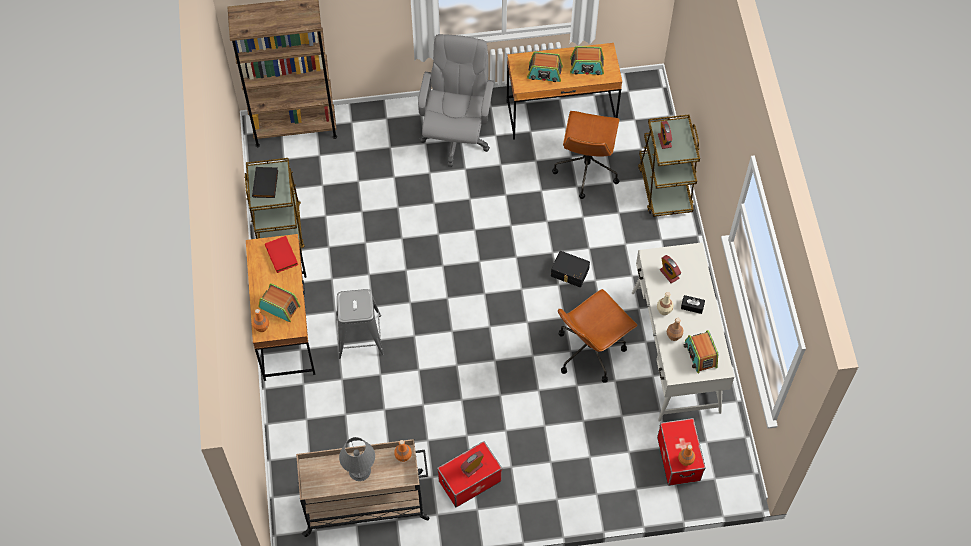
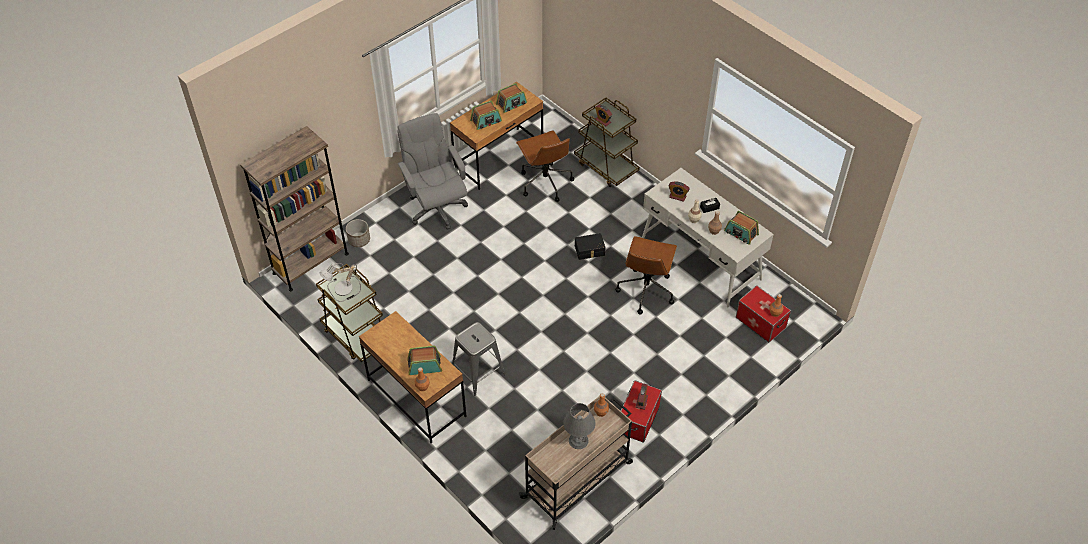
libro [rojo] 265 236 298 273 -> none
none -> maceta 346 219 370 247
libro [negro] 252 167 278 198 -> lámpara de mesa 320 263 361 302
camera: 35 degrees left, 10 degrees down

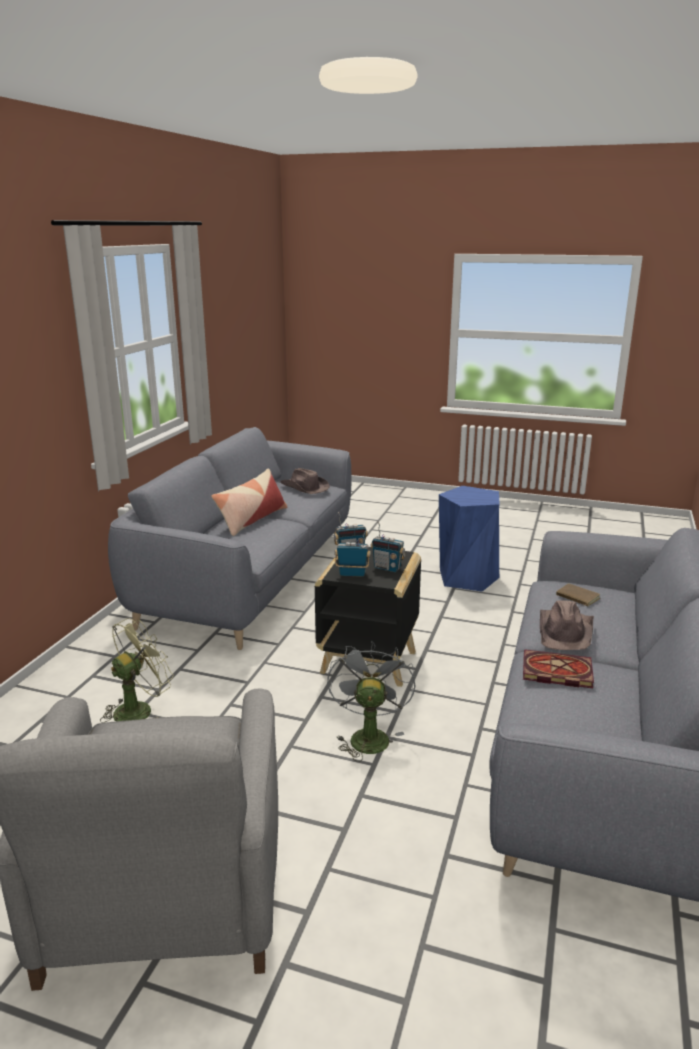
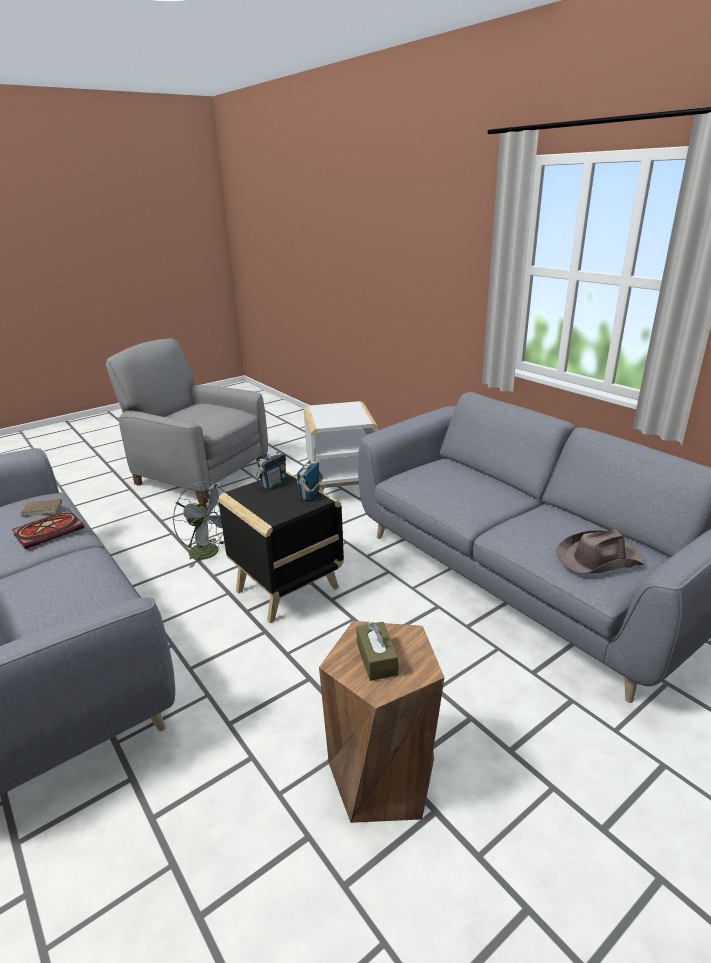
cojín 211 468 287 536 -> none
radio 371 521 406 572 -> none
sombrero [marrón] 540 600 594 650 -> none
none -> caja de pañuelos [marrón] 356 622 399 681
libro [marrón] 556 583 600 606 -> libro [marrón] 20 499 62 517, move
ventilador [verde] 100 618 174 723 -> mesa auxiliar [blanco] 304 401 379 492
taburete [azul] 439 486 500 592 -> taburete [marrón] 319 621 445 823
camera: 125 degrees right, 5 degrees up

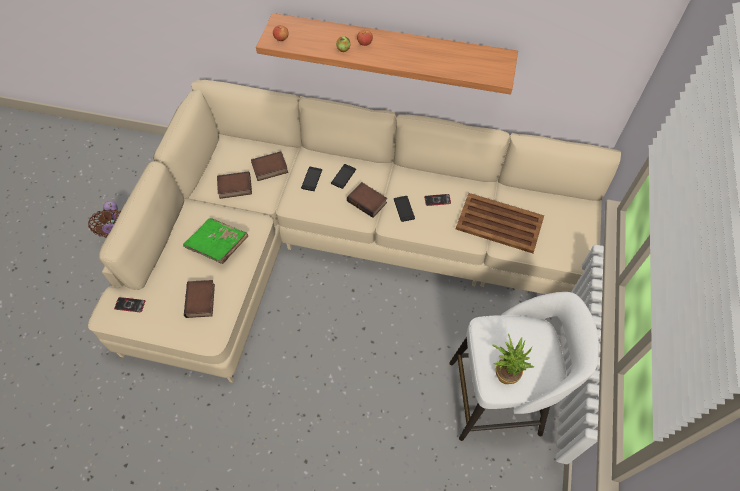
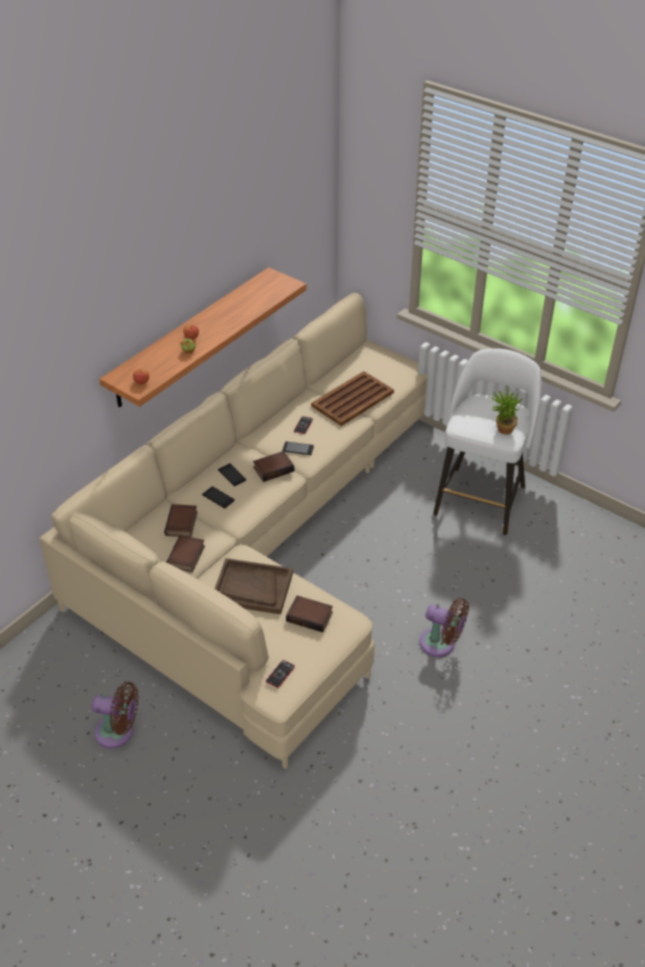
none -> ventilador [marrón] 420 598 469 657
libro [verde] 183 218 248 264 -> bandeja [marrón] 215 558 293 614
camera: 65 degrees left, 15 degrees down

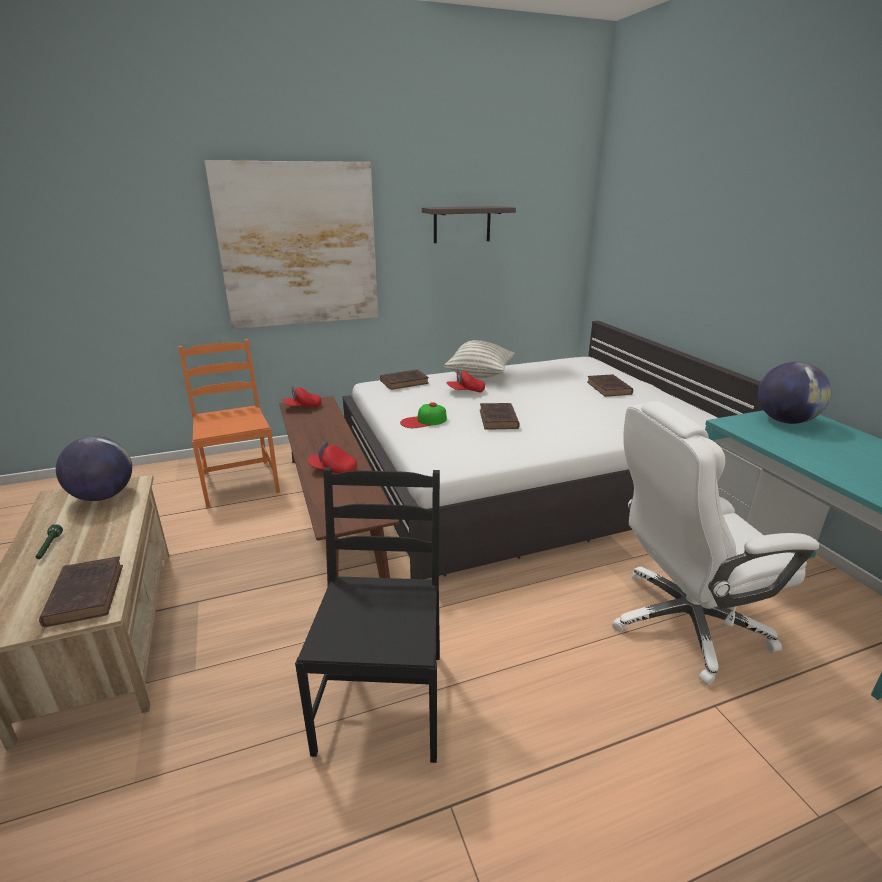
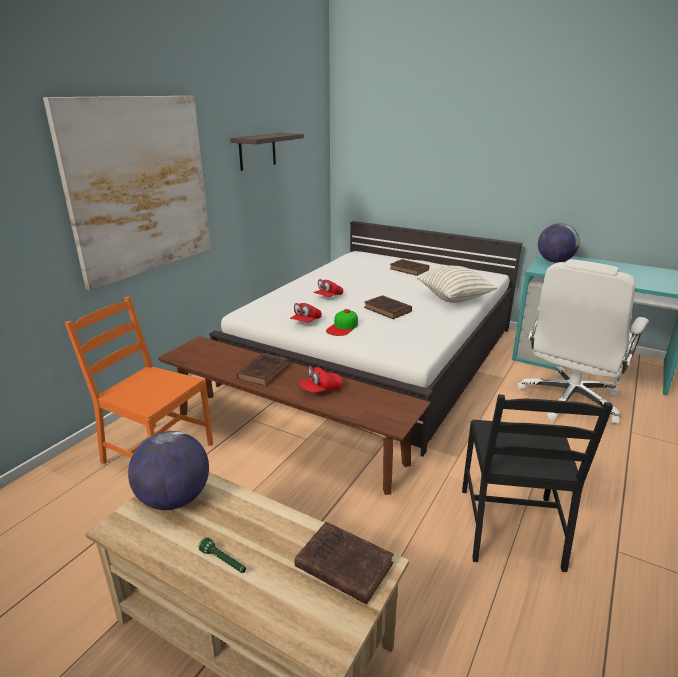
gorra [rojo] 282 386 321 407 -> gorra [rojo] 290 303 322 322, move
libro [marrón] 380 369 429 390 -> libro [marrón] 236 353 289 386, move
cojín 444 340 515 378 -> cojín 417 266 497 303, move
silla [negro] 295 467 440 763 -> silla [negro] 462 394 613 572, 135 degrees counterclockwise
camera: 40 degrees left, 0 degrees up

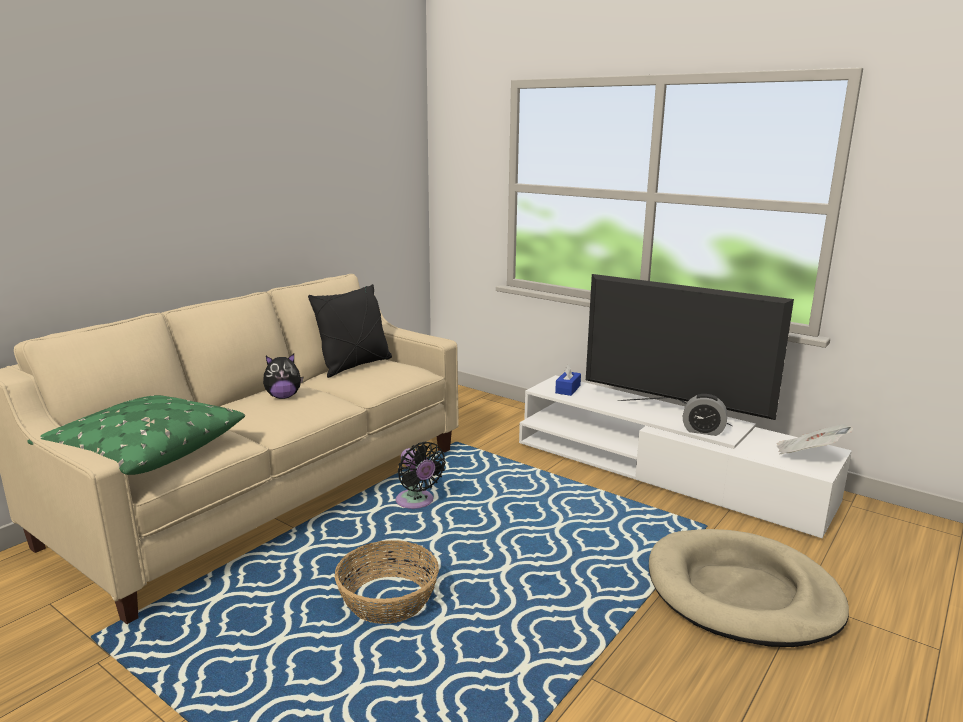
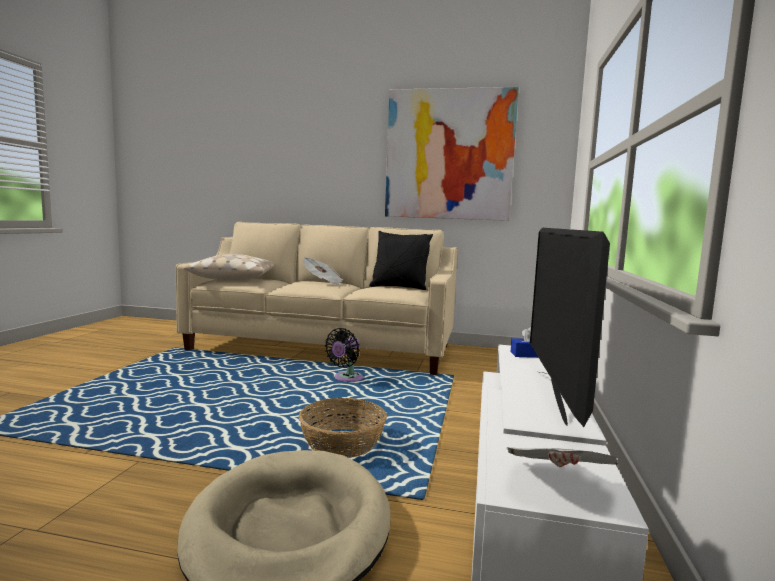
despertador 683 394 727 436 -> none
none -> cuadro 385 87 519 221
cesta 335 540 439 624 -> cesta 298 398 387 458, move
peluche 263 354 303 399 -> periódico 302 257 343 285
cojín [verde] 27 395 245 475 -> cojín [beis] 183 254 274 281
camera: 65 degrees right, 10 degrees down

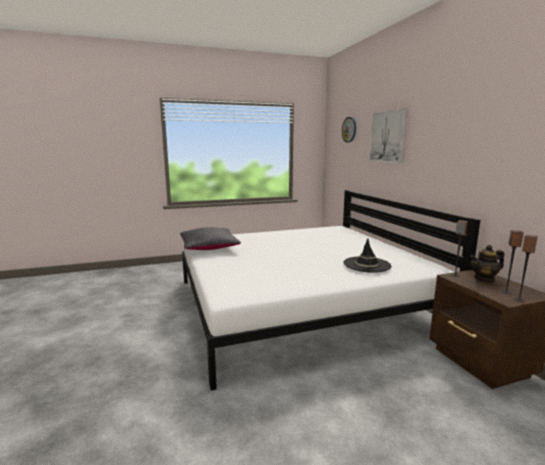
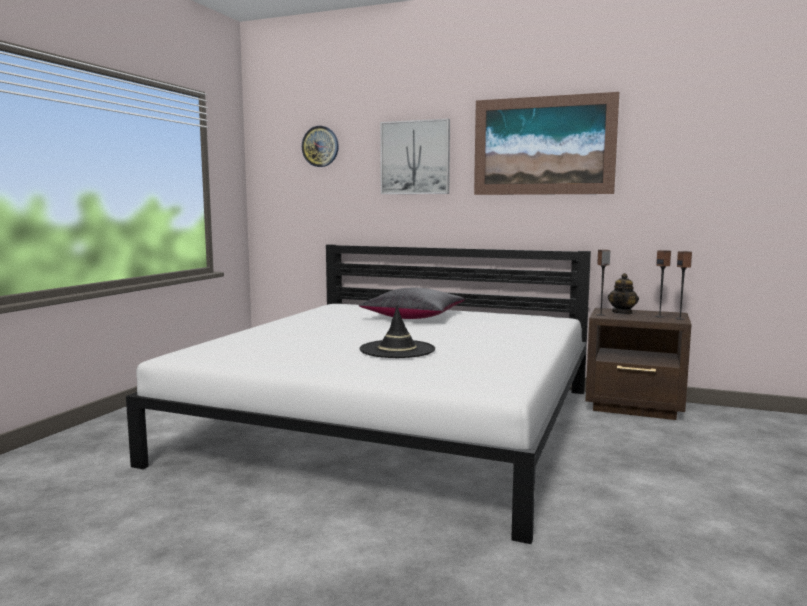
none -> cuadro 474 92 619 195
cojín [negro] 180 227 241 250 -> cojín [negro] 359 288 465 319, move
sombrero [negro] 343 238 392 273 -> sombrero [negro] 360 305 435 358, move
camera: 50 degrees left, 5 degrees down

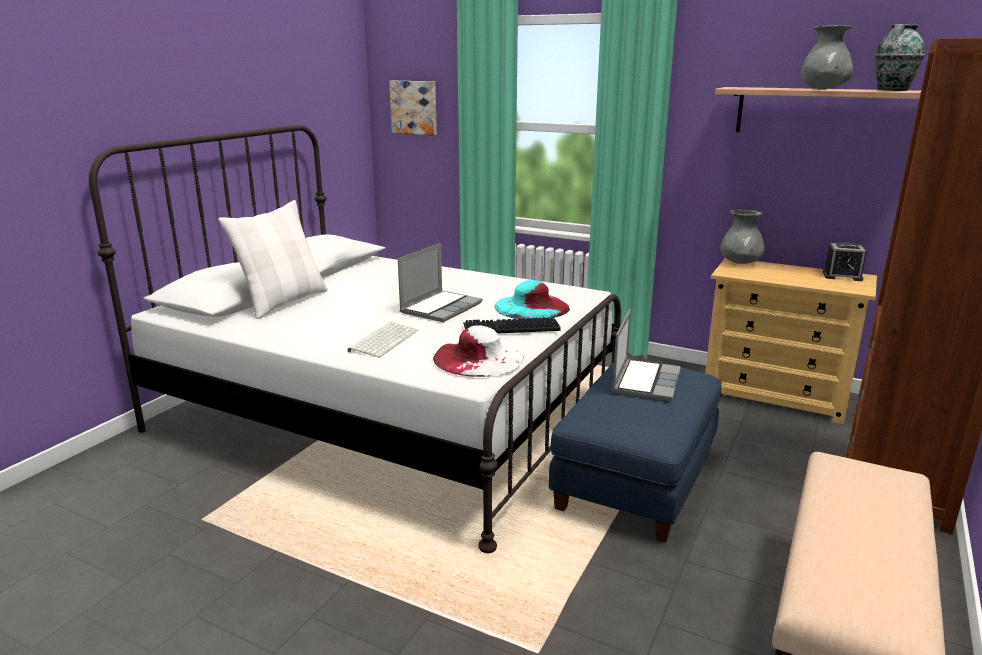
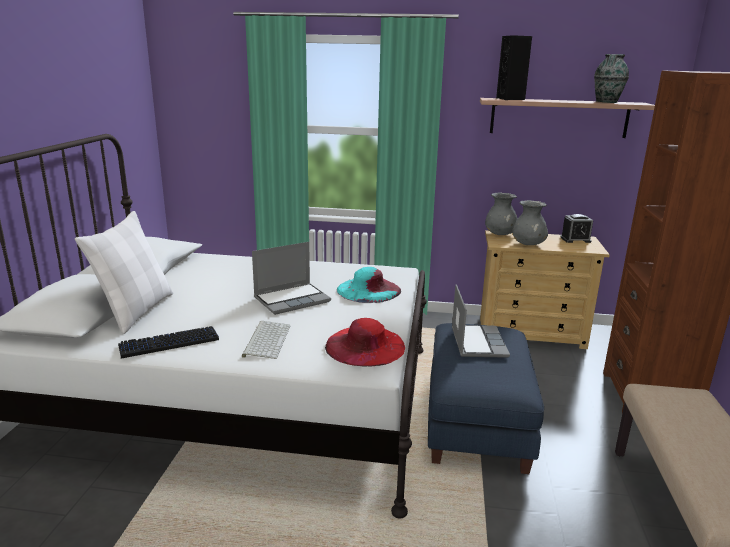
cuadro 389 81 437 135 -> none
none -> altavoz [negro] 496 35 532 100
teclado 463 317 561 333 -> teclado 118 326 219 359, move
florero [gris] 801 25 853 89 -> florero [gris] 513 200 548 245, move
sombrero [blanco] 433 325 524 377 -> sombrero [rojo] 325 318 405 367
portátil 398 243 483 322 -> portátil 252 242 331 315, 45 degrees clockwise
camera: 20 degrees left, 0 degrees up

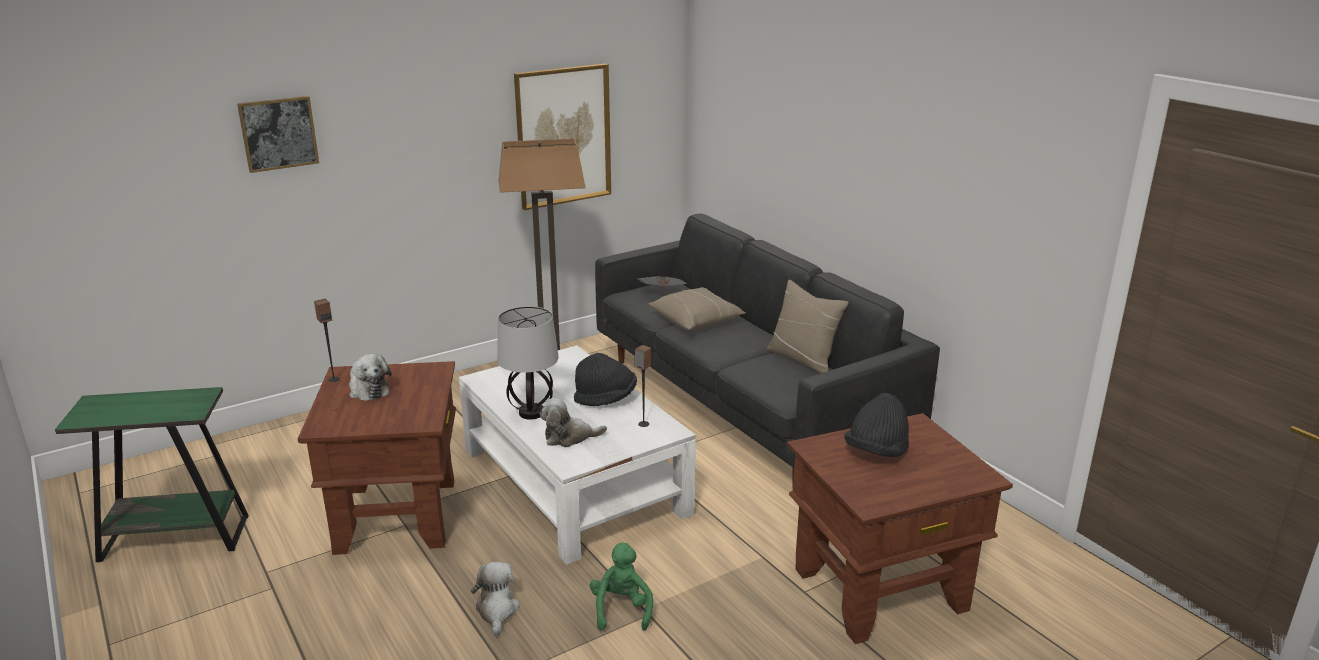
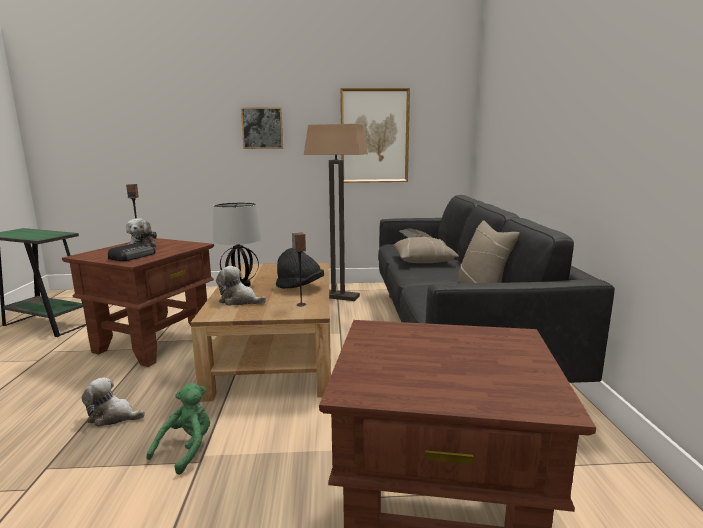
sombrero [negro] 844 393 909 457 -> none
none -> radio 107 243 156 261
cuadro 237 96 319 173 -> cuadro 241 107 283 149, move
mesa de centro [blanco] 459 345 696 564 -> mesa de centro [marrón] 191 262 331 402
peluche 471 561 520 636 -> peluche 81 377 145 427, 105 degrees counterclockwise
camera: 30 degrees right, 10 degrees down

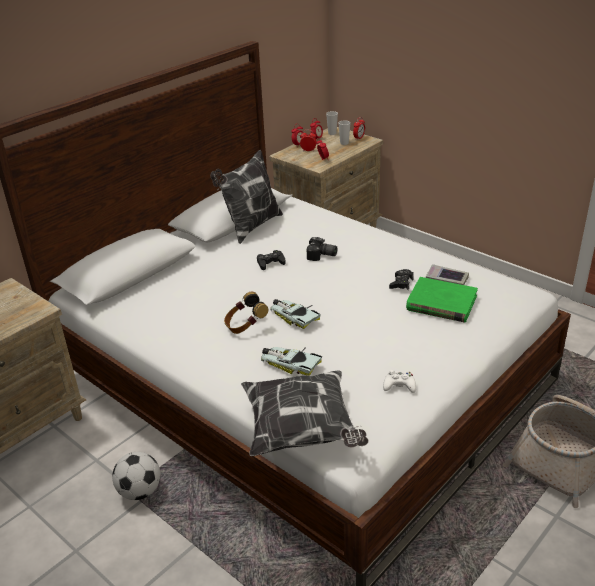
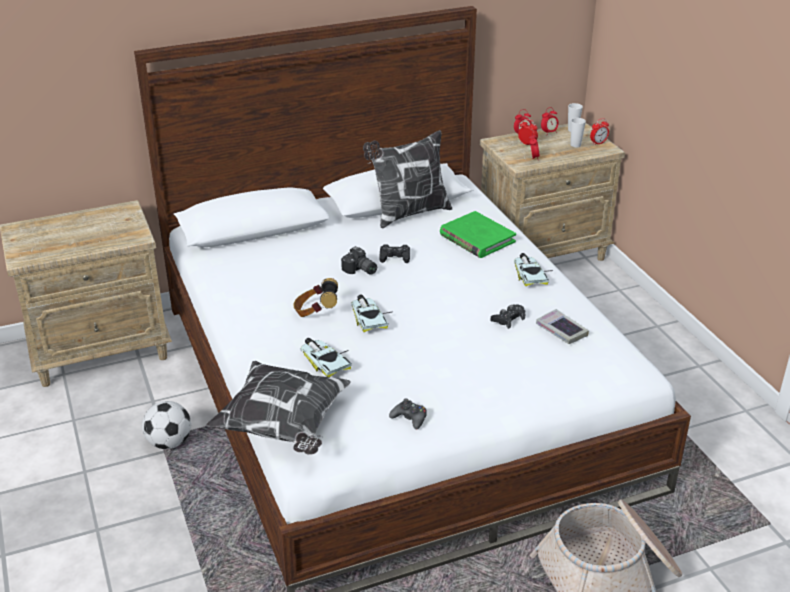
none -> coche de juguete 514 253 553 286
cámara 307 237 338 261 -> cámara 341 246 377 275, move
libro [verde] 406 277 478 323 -> libro [verde] 440 211 516 258, move
mando de consola [blanco] 383 370 416 393 -> mando de consola [negro] 389 398 427 430
camera: 25 degrees right, 0 degrees up

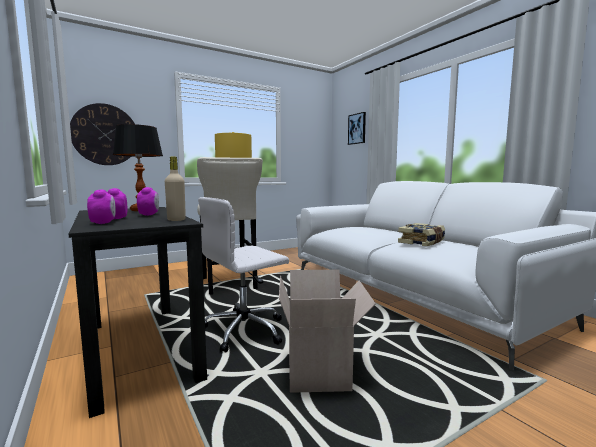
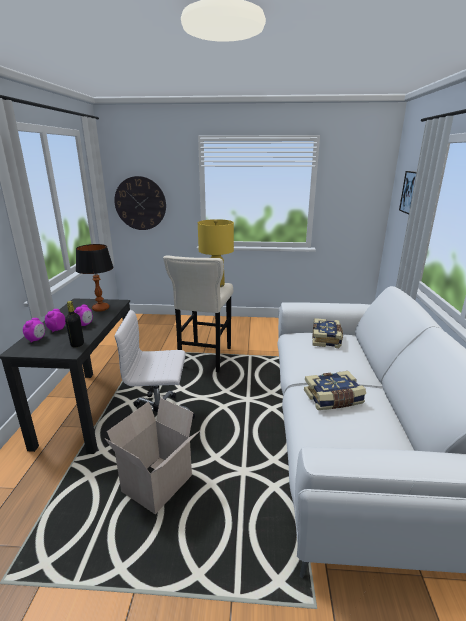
none -> libro 312 318 343 348
botella [beis] 165 156 186 221 -> botella [negro] 65 301 84 347
camera: 35 degrees right, 15 degrees up

